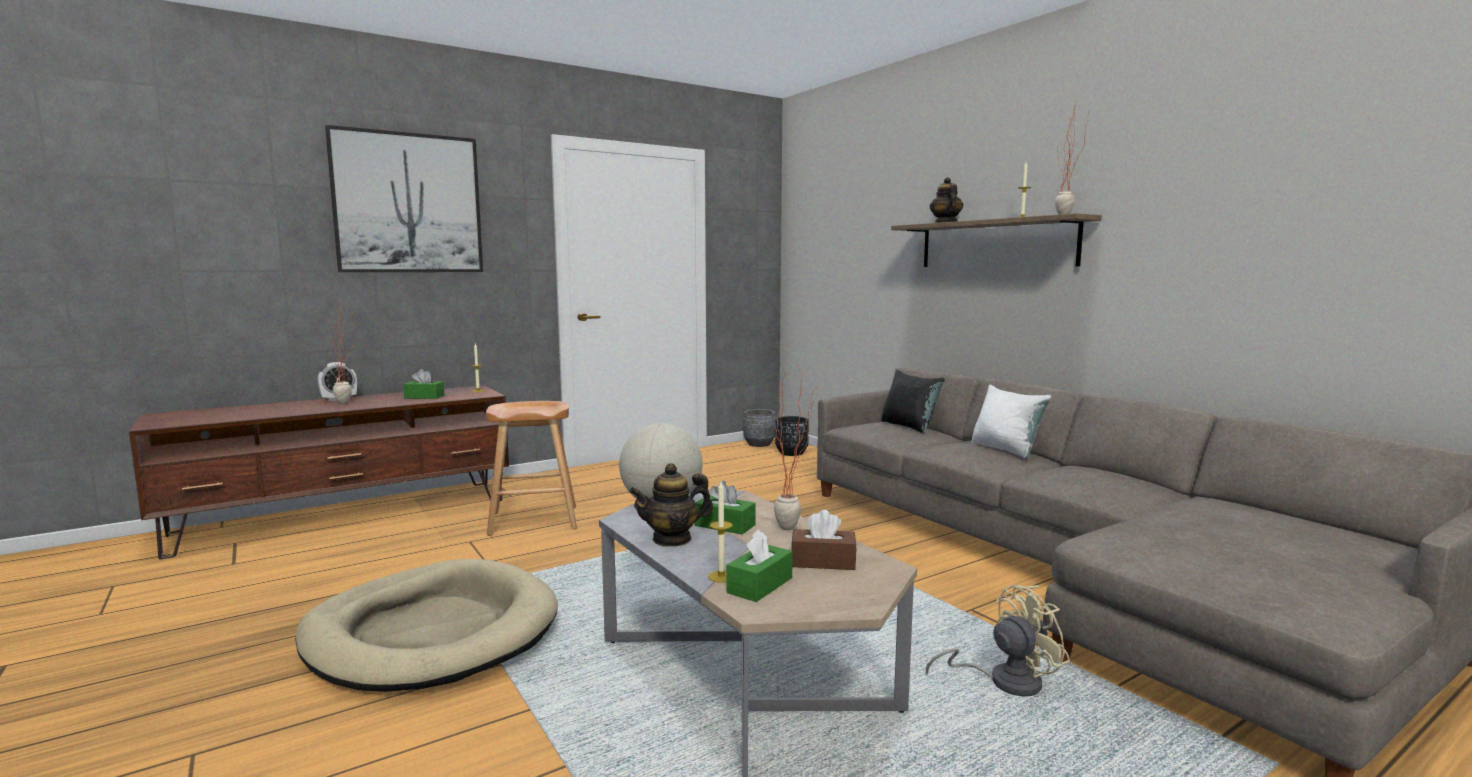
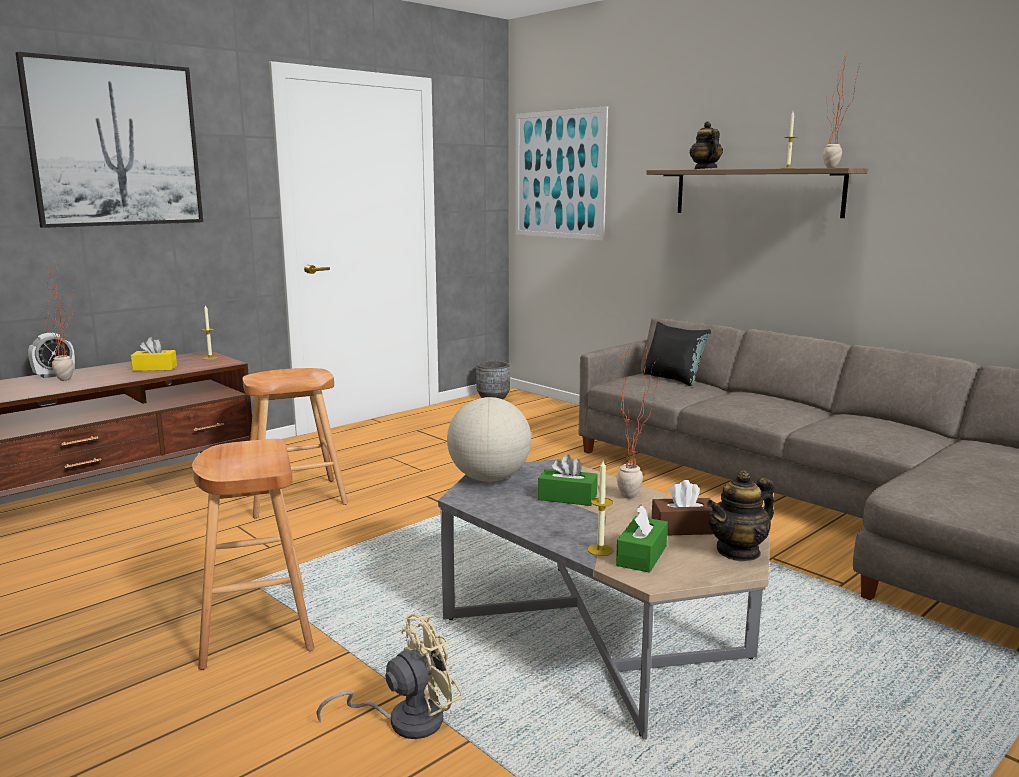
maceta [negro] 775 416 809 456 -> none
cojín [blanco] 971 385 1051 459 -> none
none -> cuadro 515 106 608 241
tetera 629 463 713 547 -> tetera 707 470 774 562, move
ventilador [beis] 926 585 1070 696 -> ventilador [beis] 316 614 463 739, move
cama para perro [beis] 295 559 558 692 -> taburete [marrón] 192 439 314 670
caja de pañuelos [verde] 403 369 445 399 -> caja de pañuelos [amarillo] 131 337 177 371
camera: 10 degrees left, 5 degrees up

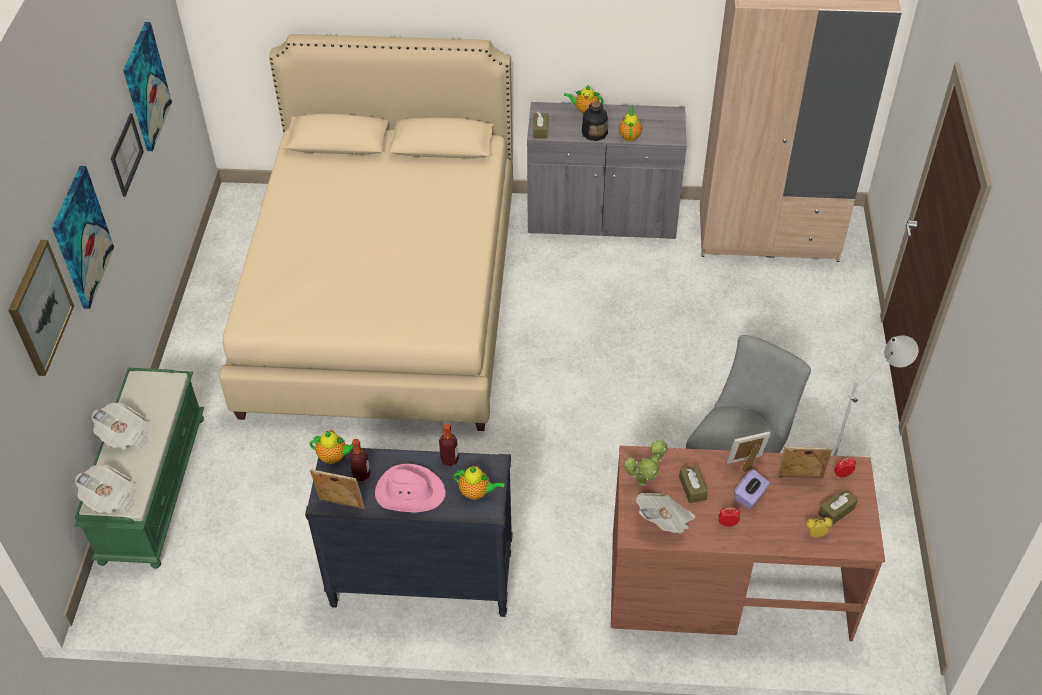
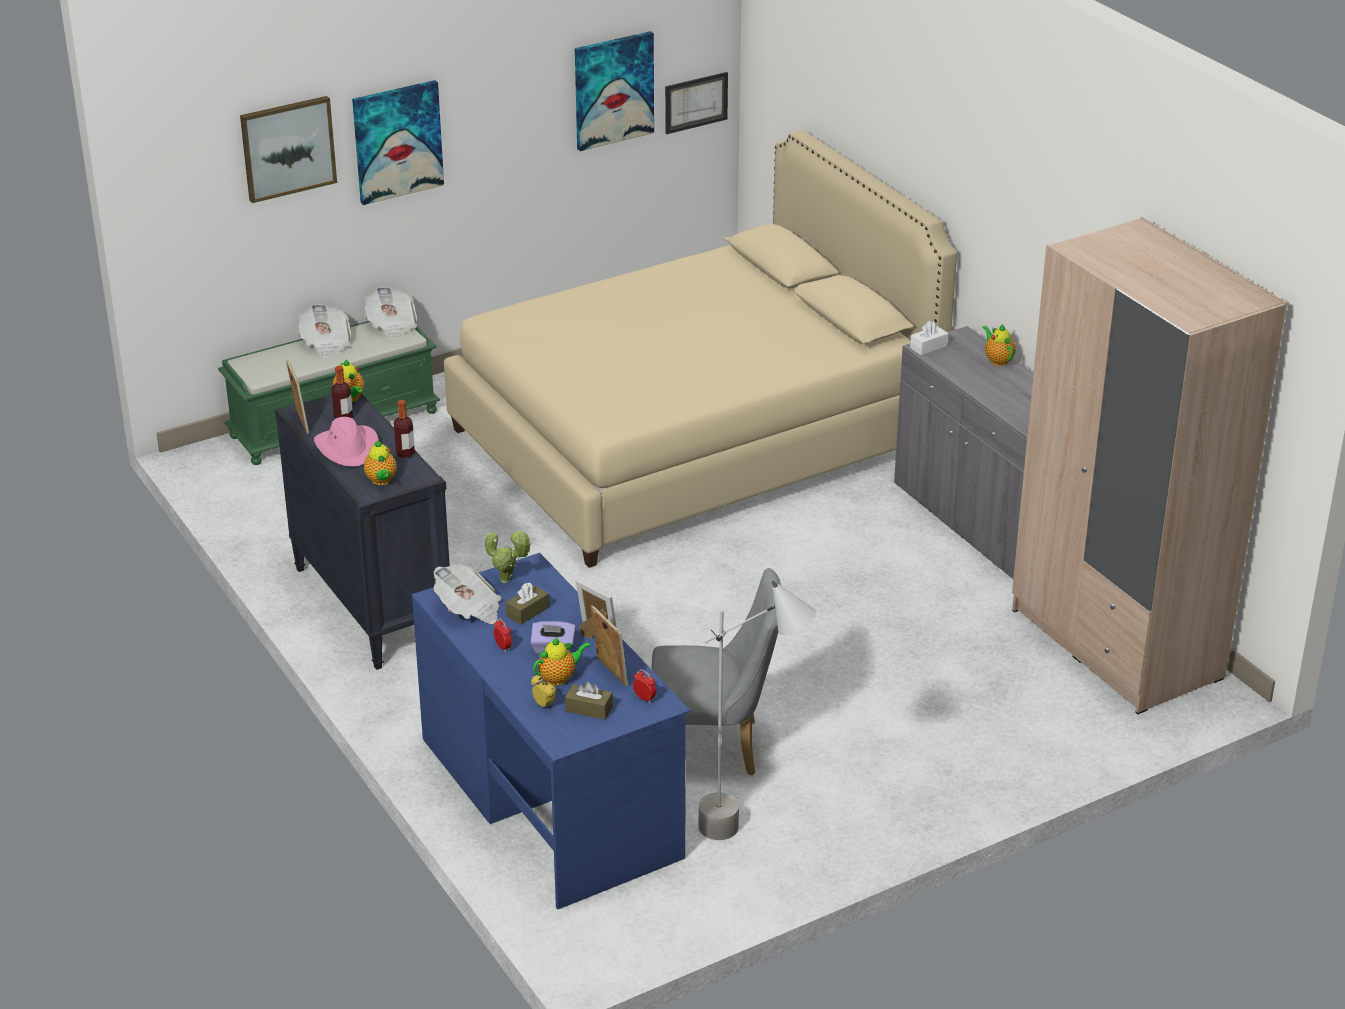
botella 582 102 608 141 -> none
periódico 75 464 136 514 -> periódico 365 286 417 340, move
cuadro 111 113 144 197 -> cuadro 665 72 728 134, move
tetera 619 107 642 142 -> tetera 533 637 591 686, move
caja de pañuelos [marrón] 533 111 547 139 -> caja de pañuelos [blanco] 910 320 948 355
escritorio [marrón] 611 445 885 641 -> escritorio [azul] 412 553 690 910
camera: 55 degrees right, 15 degrees down

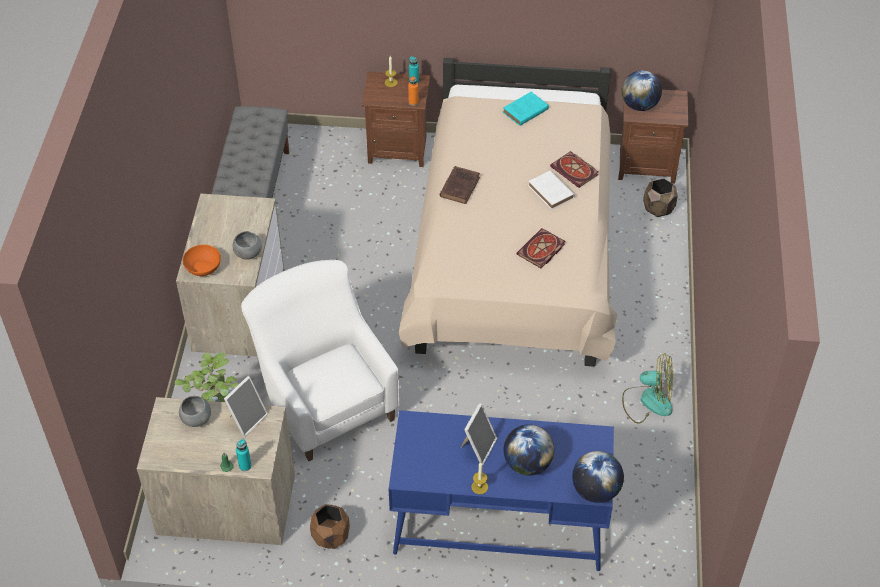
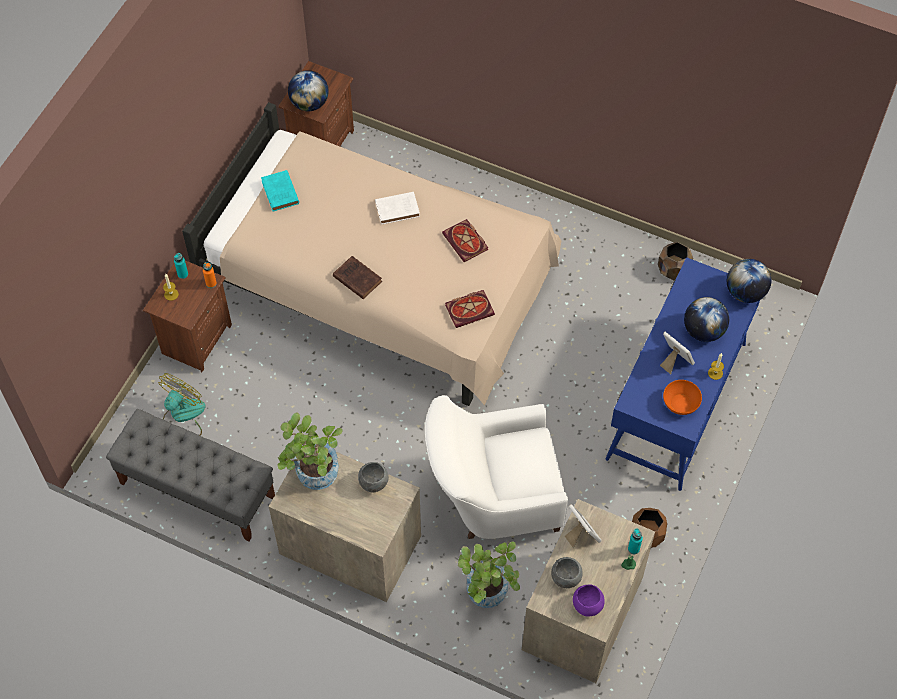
none -> planta en maceta 277 413 343 490
none -> cuenco [morado] 573 585 605 616
cuenco [naranja] 183 245 221 276 -> cuenco [naranja] 663 380 702 415, move
libro 550 151 598 188 -> libro 445 290 495 328, move
ventilador 622 353 673 424 -> ventilador 159 373 206 436, move
maceta [marrón] 643 178 678 217 -> maceta [marrón] 658 242 693 280, move
camera: 70 degrees left, 10 degrees up

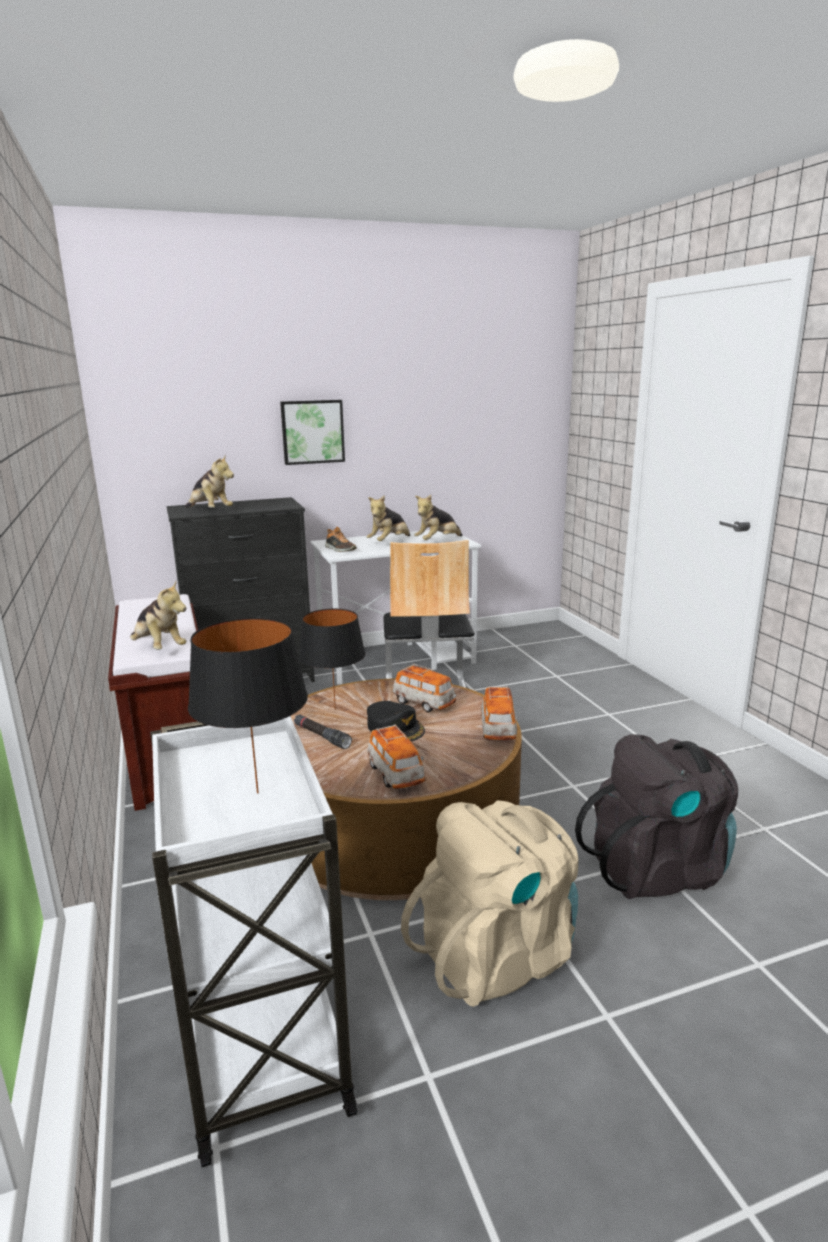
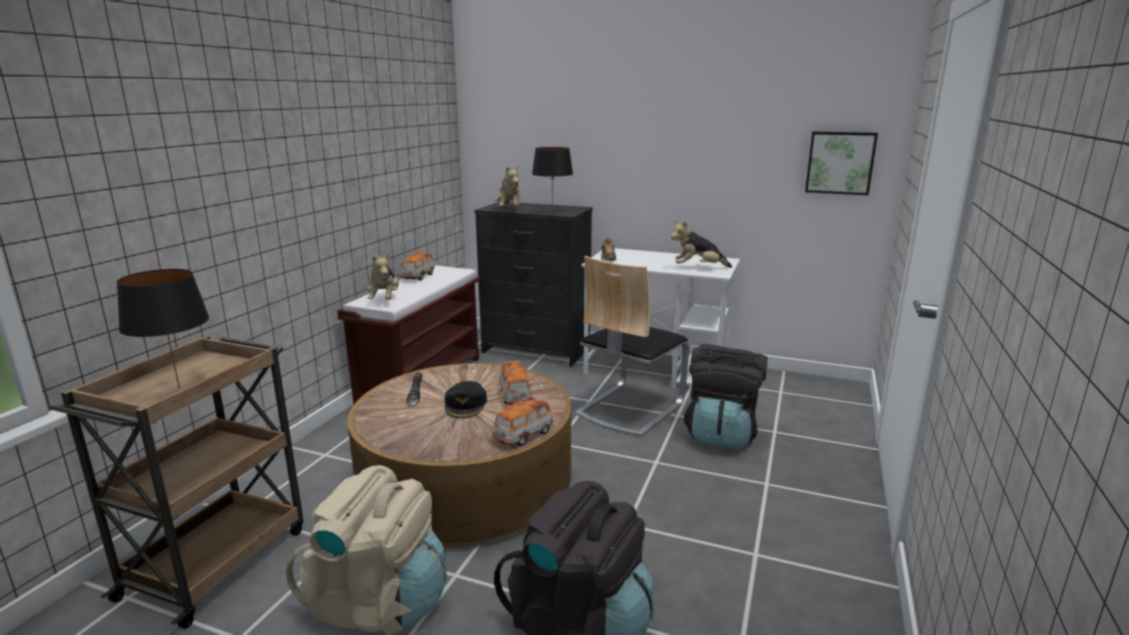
peluche 366 495 410 541 -> none
none -> mochila [negro] 684 344 768 449
cuadro 280 400 345 465 -> cuadro 805 131 878 195, move
lámpara de mesa [negro] 299 609 365 710 -> lámpara de mesa [negro] 532 147 573 211, move
coche de juguete 367 724 426 789 -> coche de juguete 400 251 435 280, move
carrito [blanco] 150 716 358 1167 -> carrito [marrón] 50 336 303 629
camera: 40 degrees right, 0 degrees up

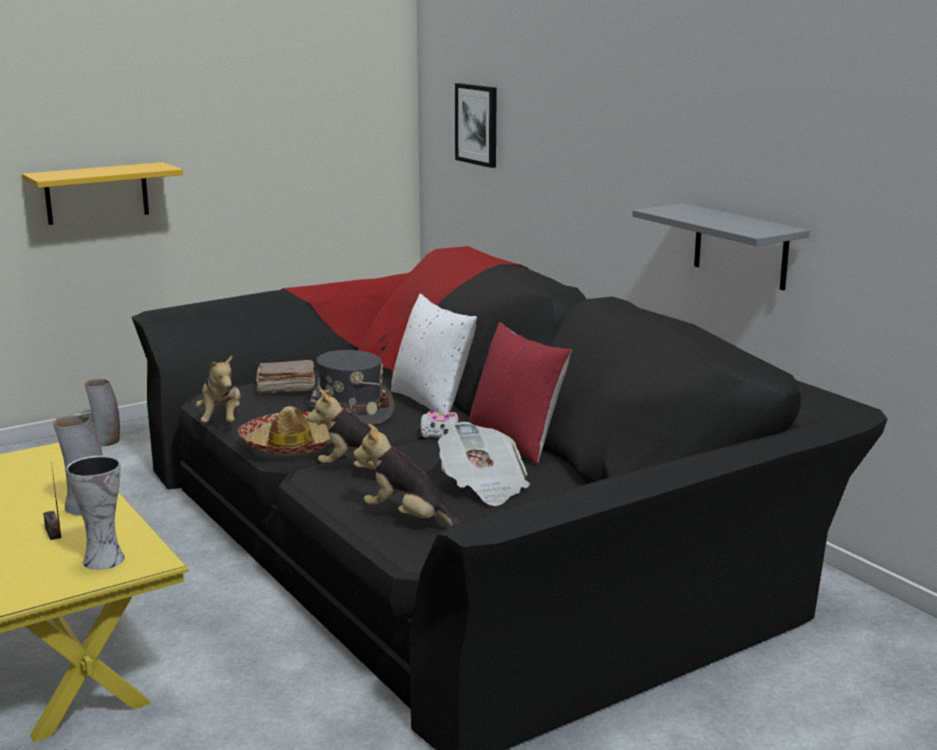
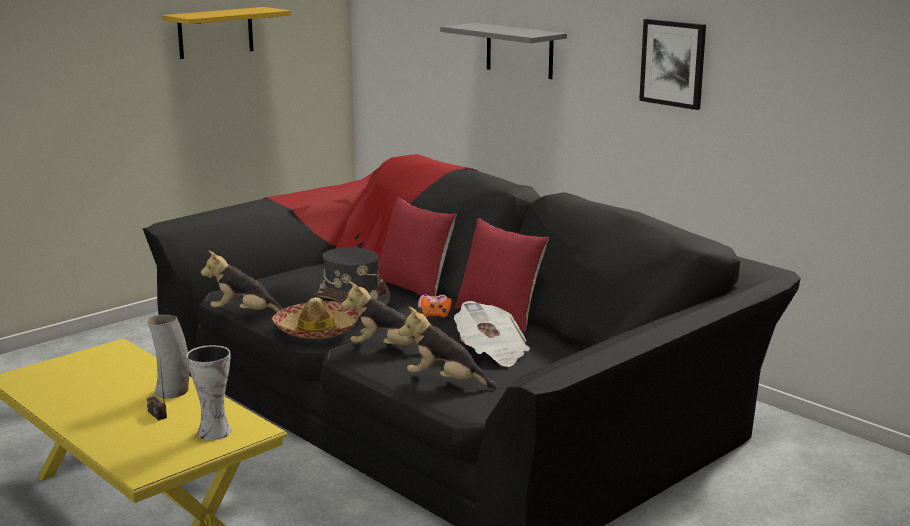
florero 85 379 120 446 -> none
libro [marrón] 256 360 315 395 -> none
estante [amarillo] 22 162 183 225 -> estante [amarillo] 162 7 291 59, move
cuadro 455 83 497 168 -> cuadro 639 19 706 110, move
estante [gris] 632 203 810 291 -> estante [gris] 440 23 567 79, move
cojín [blanco] 391 294 477 414 -> cojín [rojo] 378 197 457 296
mando de consola [blanco] 421 414 457 438 -> mando de consola [naranja] 421 297 452 318
peluche 196 355 241 423 -> peluche 201 251 283 312, 120 degrees clockwise
camera: 10 degrees left, 0 degrees up

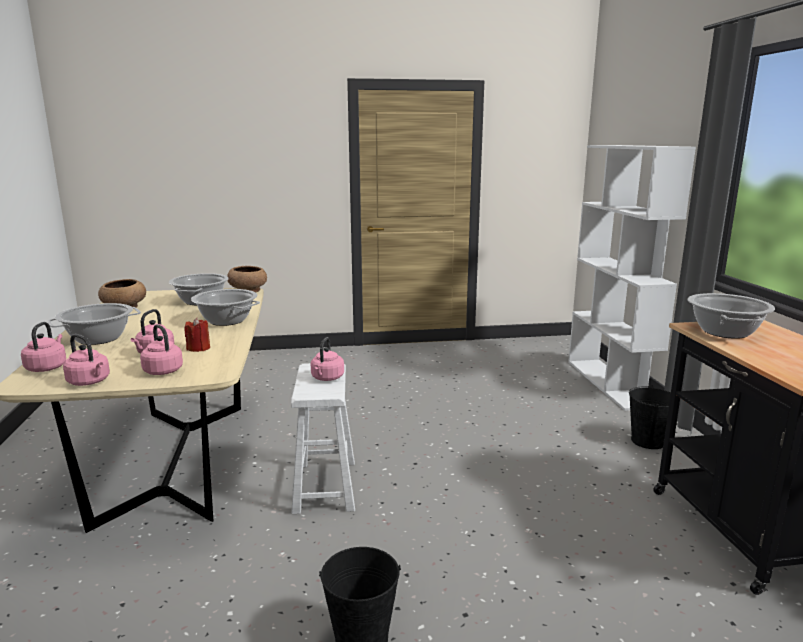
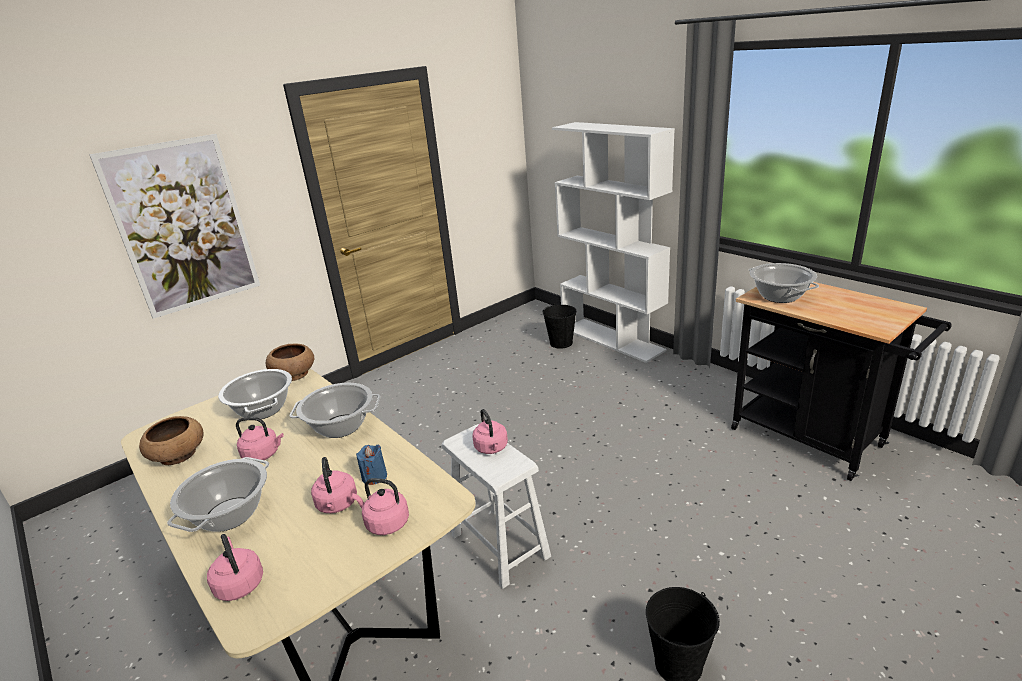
none -> cuadro 89 134 260 319
hervidor [rosa] 63 334 110 386 -> hervidor [rosa] 236 417 284 460, move
cubo [negro] 629 385 671 449 -> cubo [negro] 543 304 576 349, move
vela [rojo] 184 318 210 352 -> vela [azul] 356 445 387 485
camera: 30 degrees left, 10 degrees up

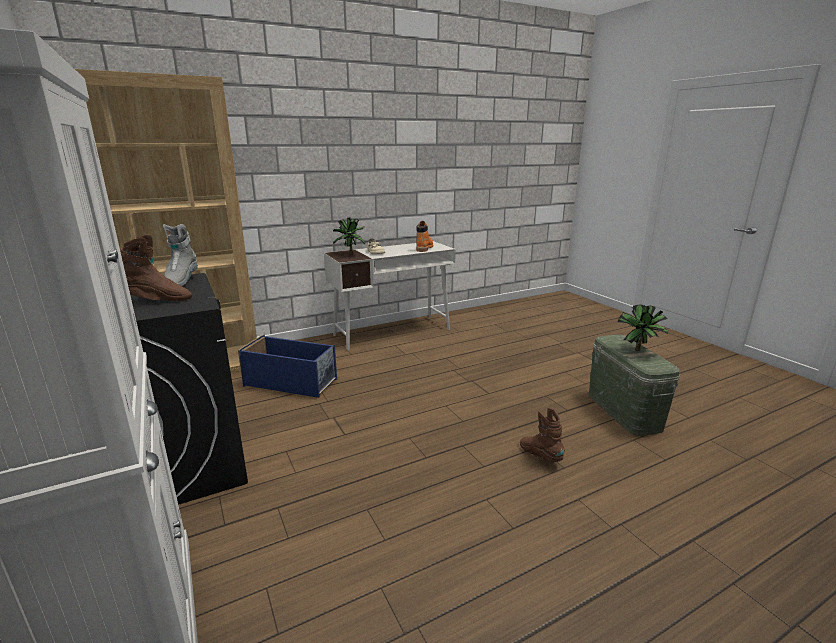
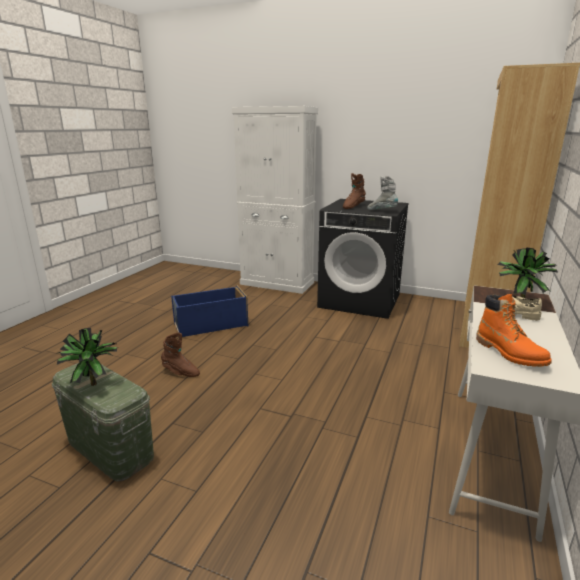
caja de almacenaje [azul] 238 334 337 398 -> caja de almacenaje [azul] 171 285 248 337, move
camera: 140 degrees right, 0 degrees up

